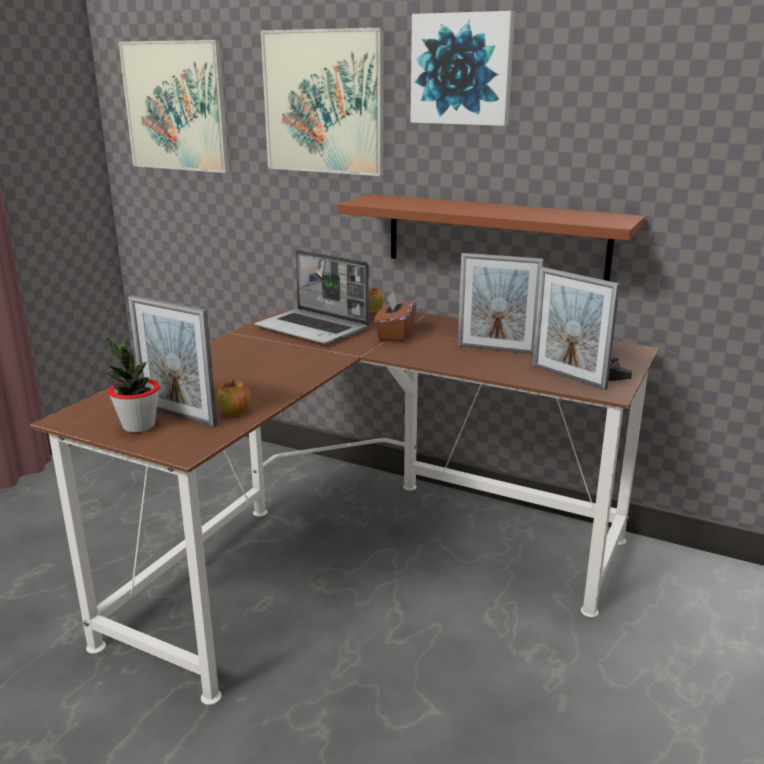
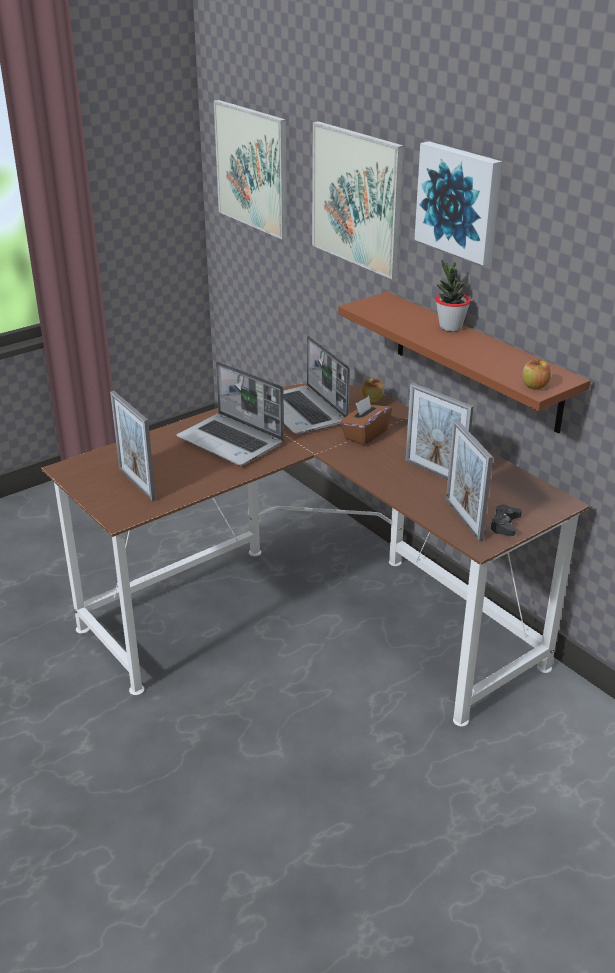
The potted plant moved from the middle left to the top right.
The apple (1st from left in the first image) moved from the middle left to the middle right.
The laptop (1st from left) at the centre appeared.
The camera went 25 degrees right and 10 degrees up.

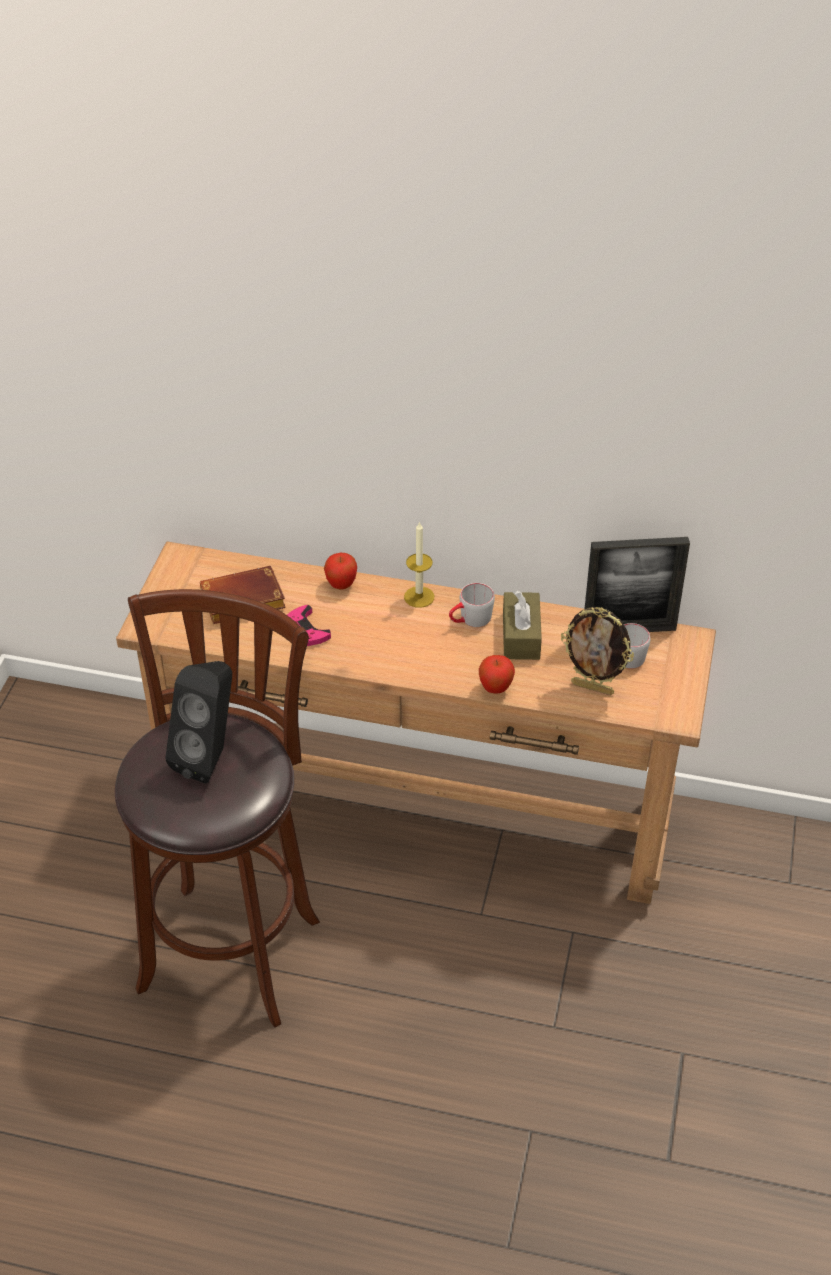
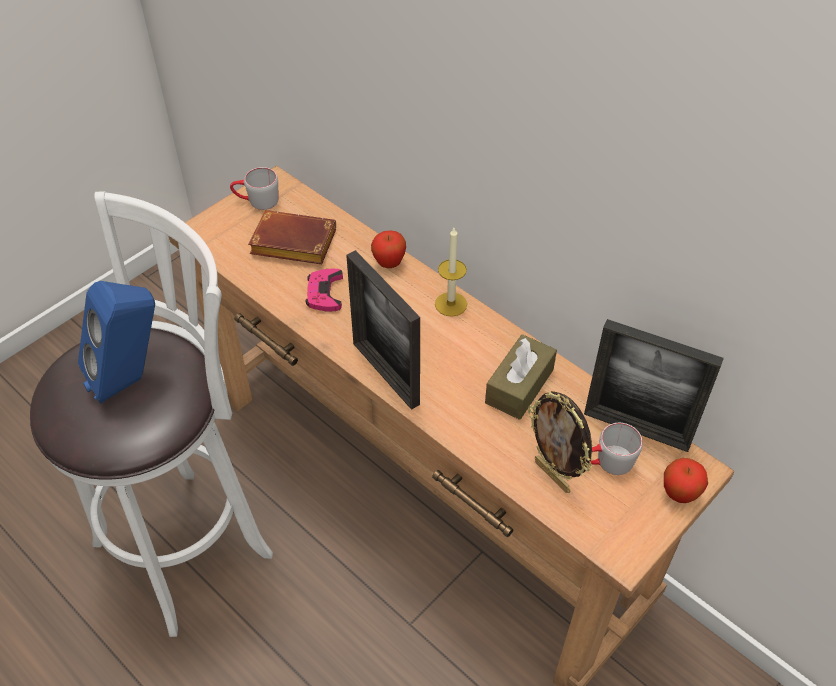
The grey mug (1st from left) moved from the centre to the top left.
The brown stool at the middle left became the white stool at the middle left.
The apple (2nd from left) moved from the centre to the bottom right.
The black speaker at the middle left became the blue speaker at the middle left.
The picture frame (1st from left) at the centre appeared.
The camera went 30 degrees right and 5 degrees up.

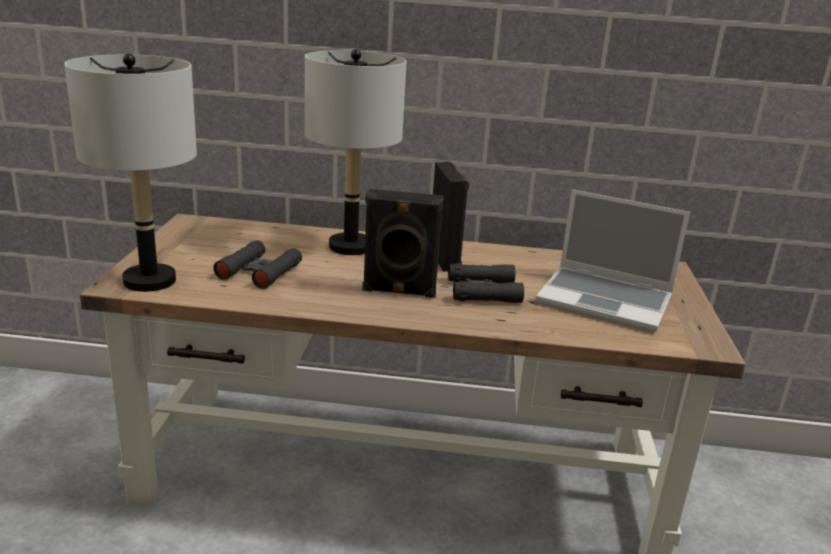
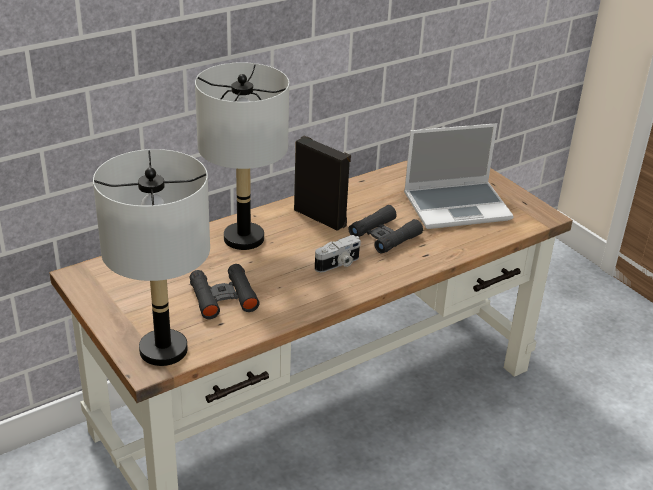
The black speaker (1st from left) at the centre was replaced by the photo camera at the centre.
The camera went 40 degrees left and 10 degrees up.

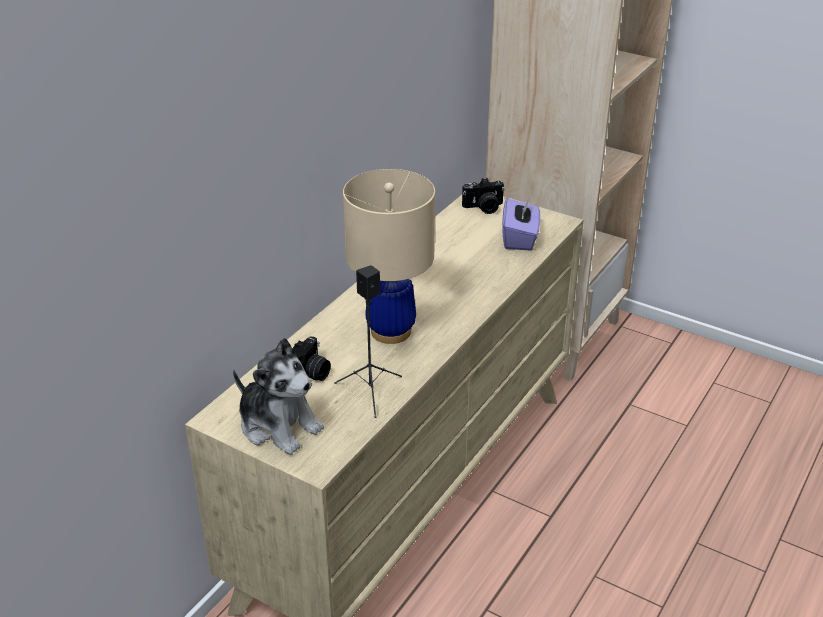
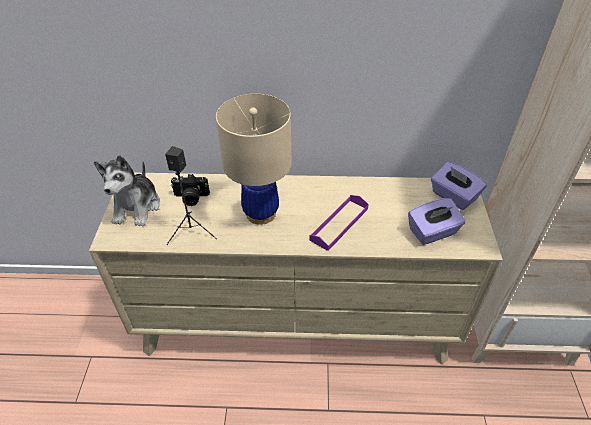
The photo camera (2nd from left) at the top centre was replaced by the purple tissue box (2nd from left) at the middle right.
The purple tray at the centre appeared.
The camera went 60 degrees right and 10 degrees up.

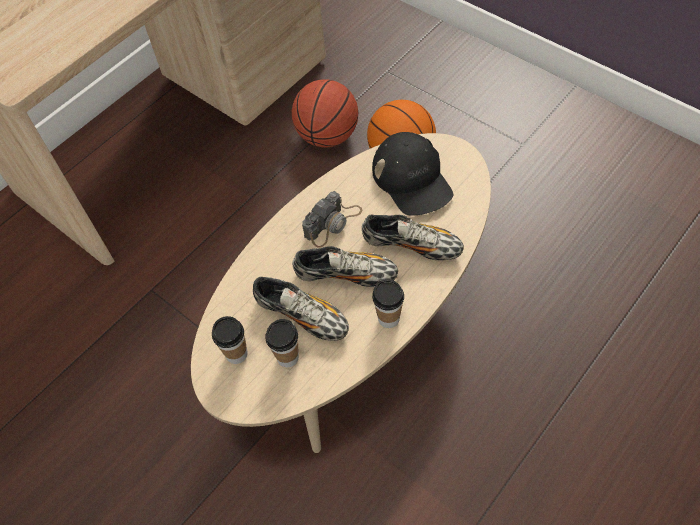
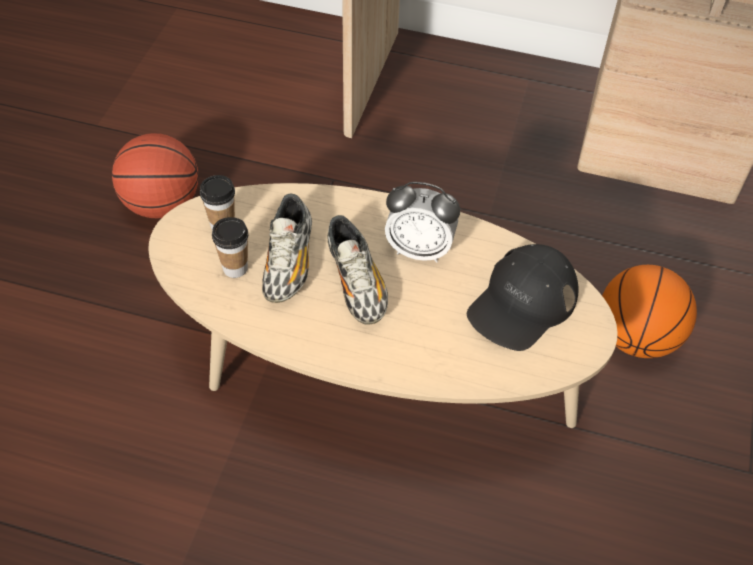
The basketball (1st from left) moved from the top centre to the top left.
The photo camera at the centre was replaced by the alarm clock at the centre.
The shoe (3rd from left) at the centre disappeared.
The cup (3rd from left) at the centre disappeared.
The camera went 60 degrees right and 5 degrees down.

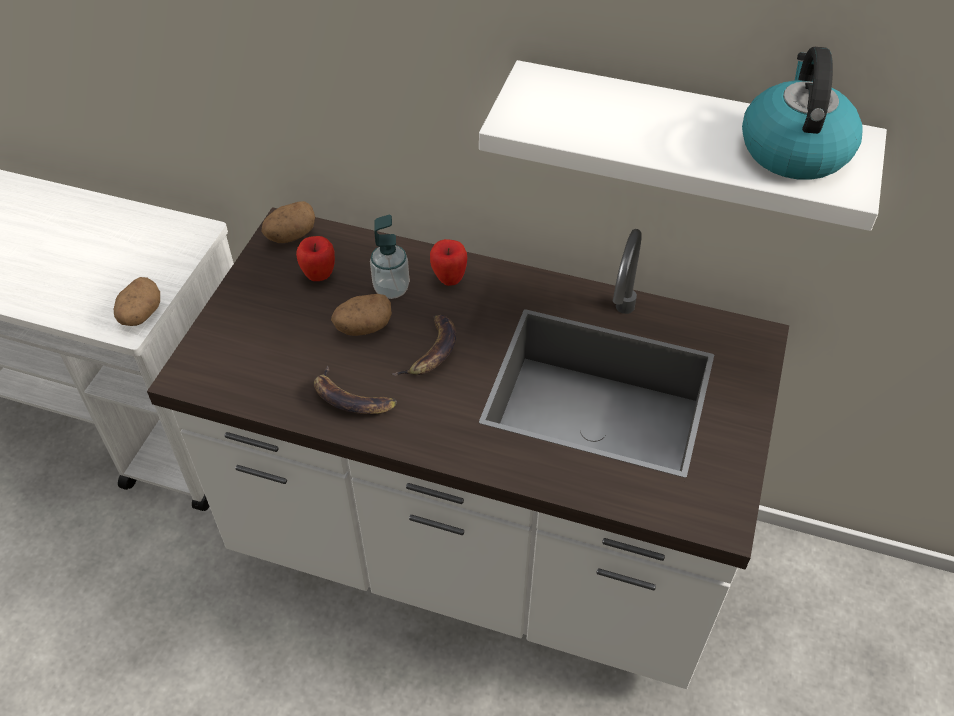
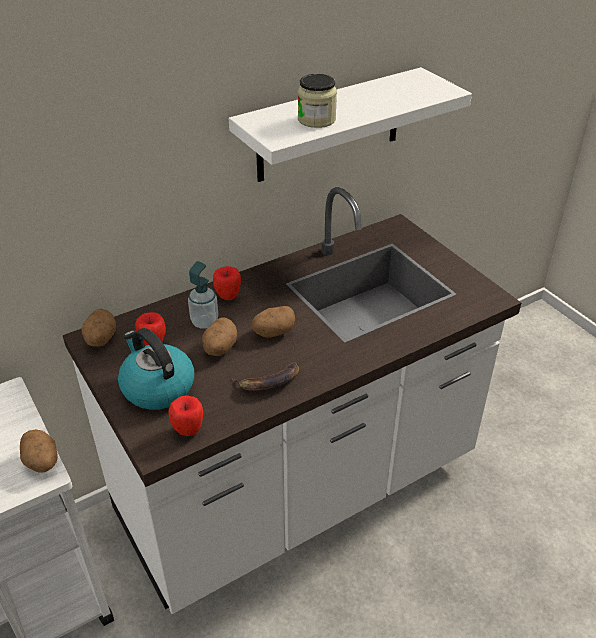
The kettle moved from the top right to the middle left.
The banana (2nd from left) at the centre was replaced by the potato (4th from left) at the centre.
The jar at the top centre appeared.
The apple (2nd from left) at the middle left appeared.
The camera went 50 degrees left and 10 degrees down.

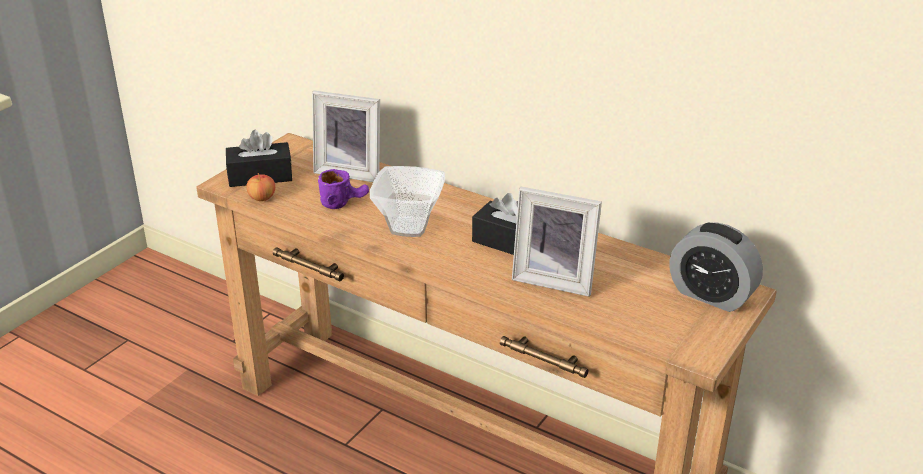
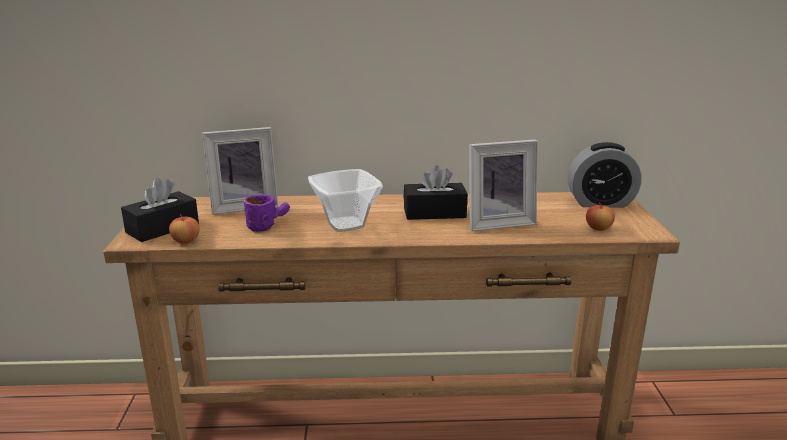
The apple (2nd from left) at the middle right appeared.
The camera went 35 degrees left and 10 degrees down.

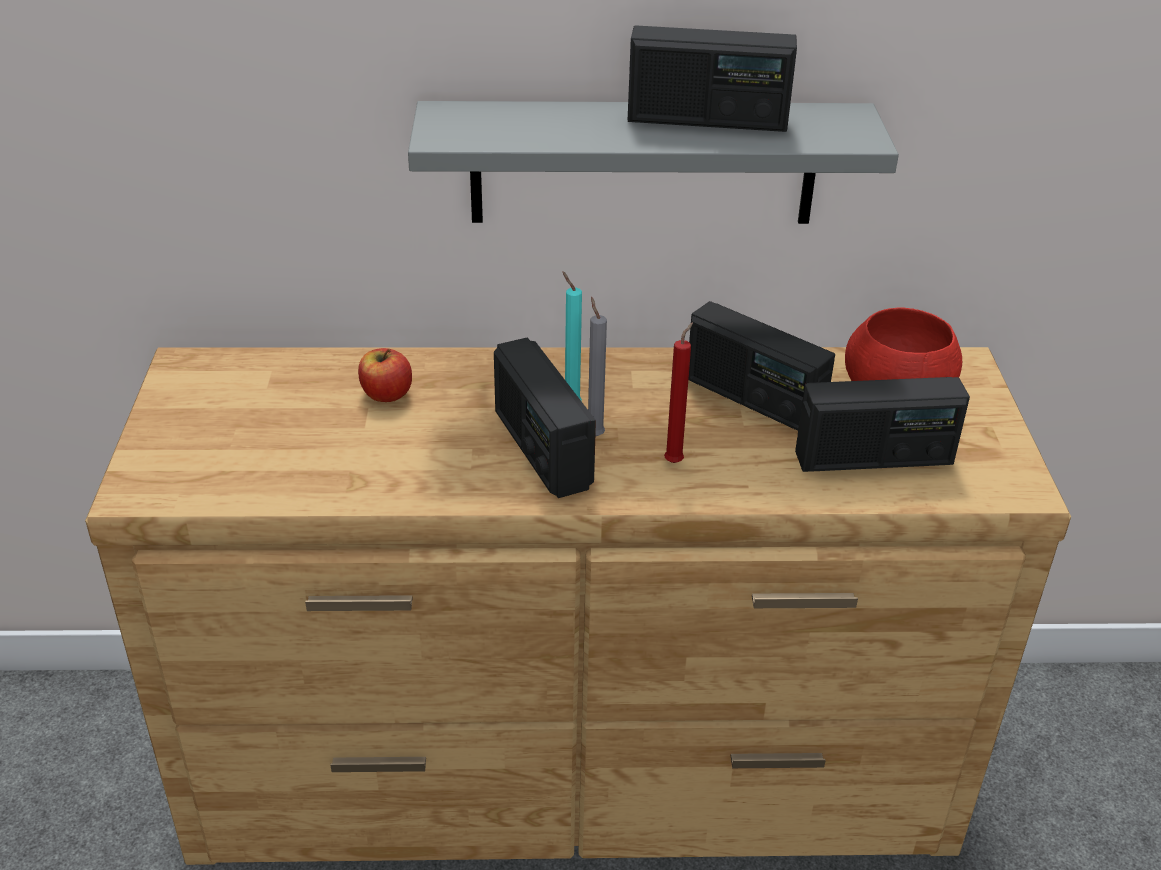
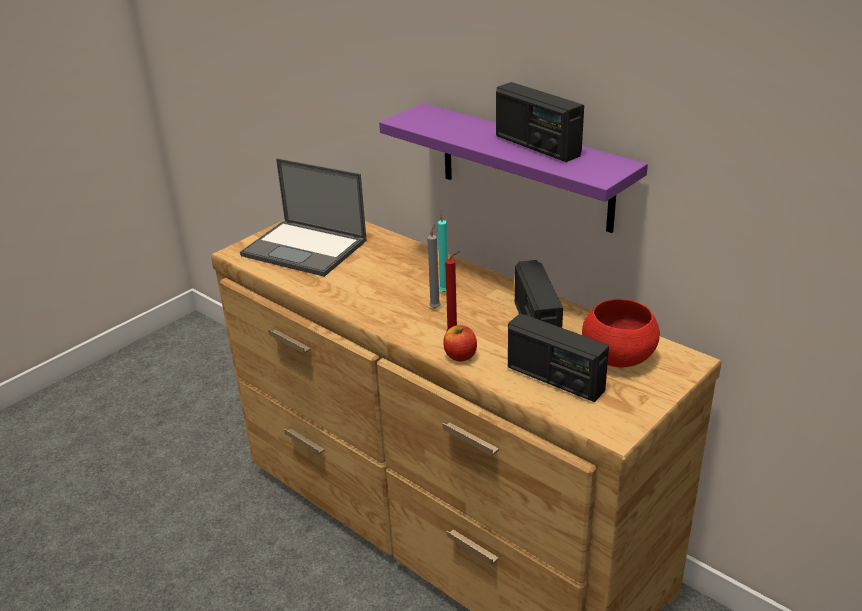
The grey shelf at the top centre became the purple shelf at the top centre.
The radio (1st from left) at the centre disappeared.
The apple moved from the middle left to the centre.
The laptop at the centre appeared.
The camera went 45 degrees right and 5 degrees down.

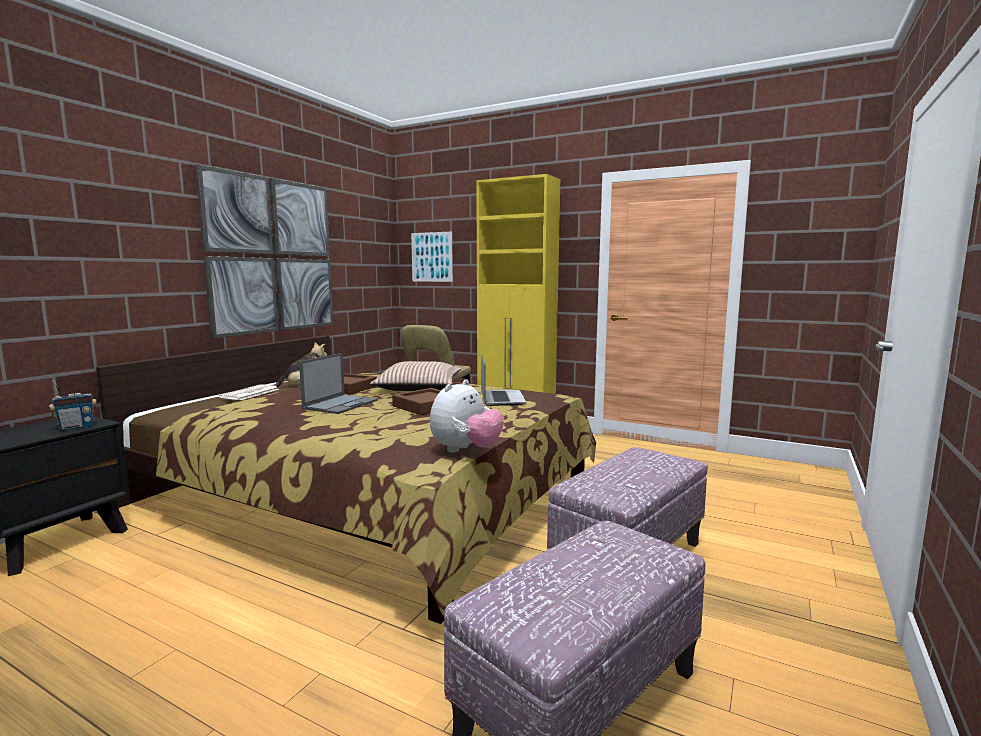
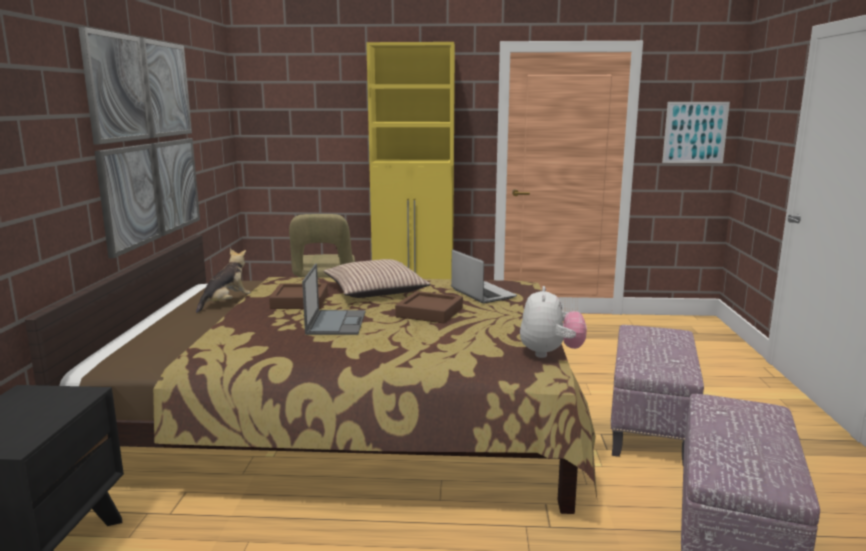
The picture (2nd from left) moved from the centre to the top right.
The radio at the middle left disappeared.
The newspaper at the middle left disappeared.
The camera went 25 degrees left and 5 degrees up.

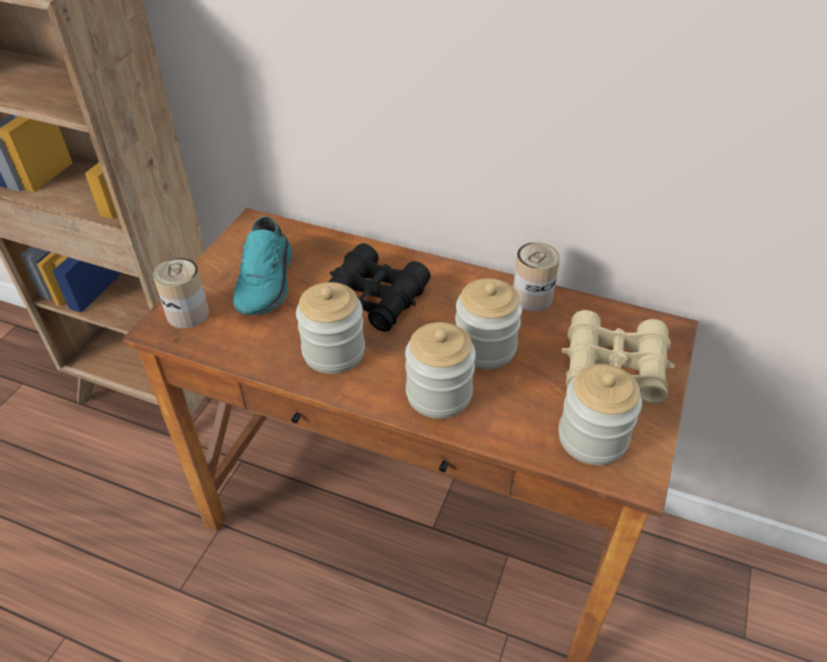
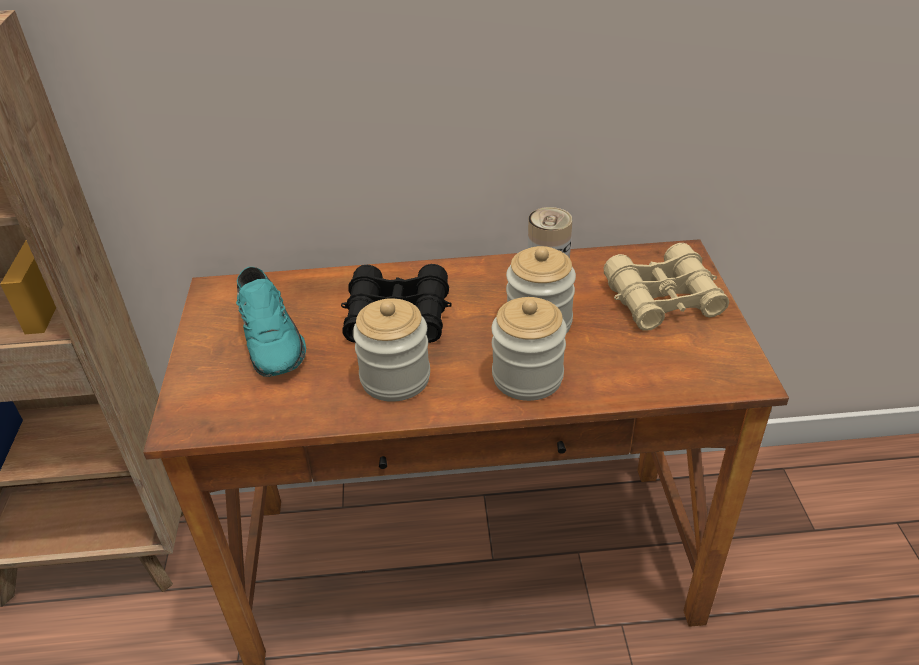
The can (1st from left) at the middle left disappeared.
The jar (4th from left) at the middle right disappeared.
The camera went 25 degrees left and 5 degrees down.

